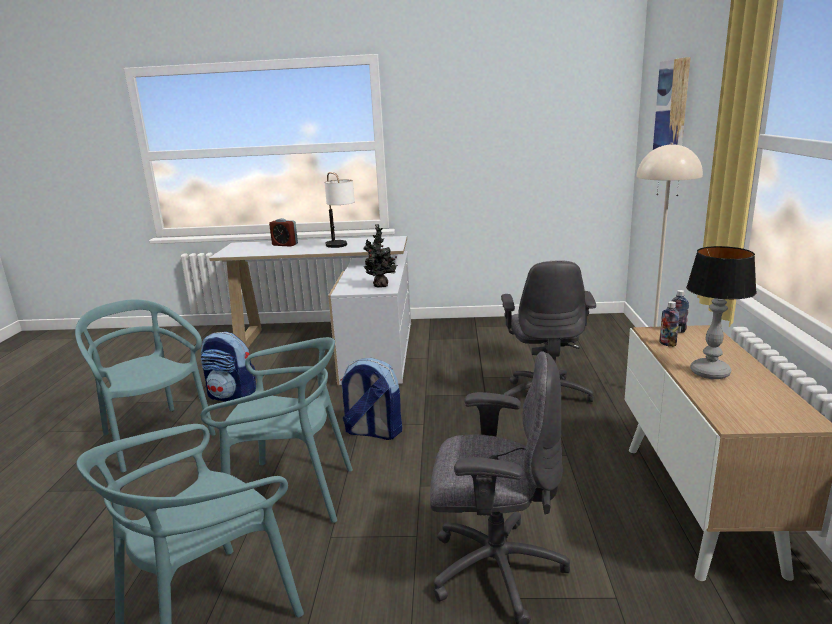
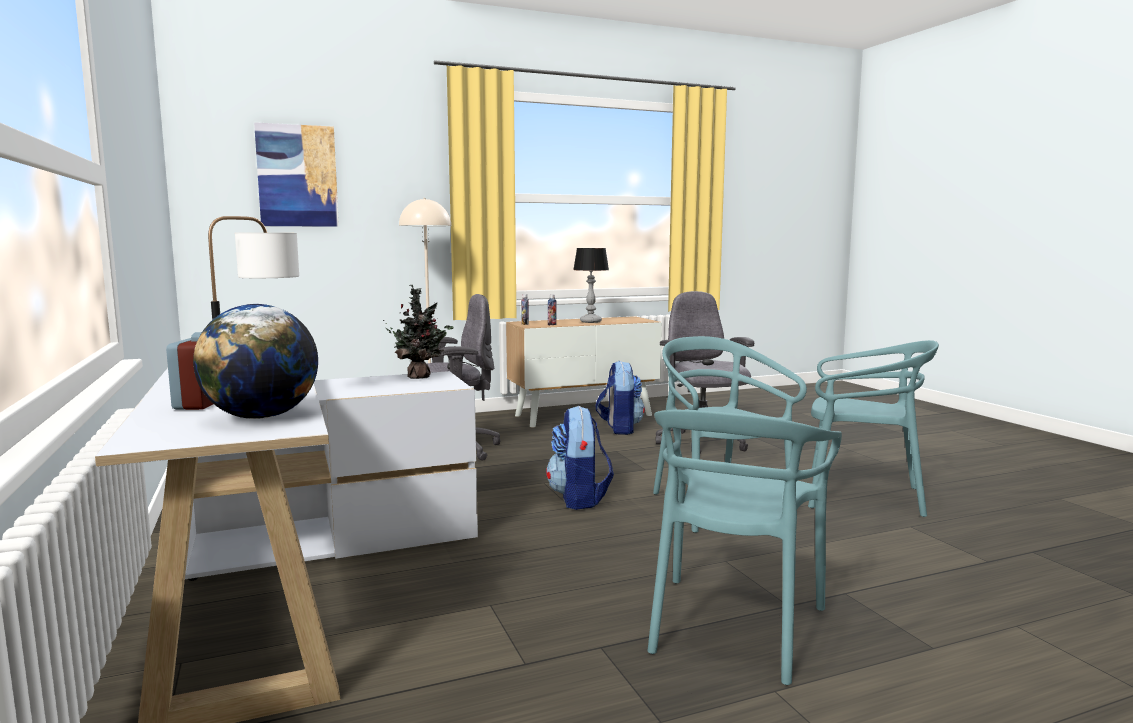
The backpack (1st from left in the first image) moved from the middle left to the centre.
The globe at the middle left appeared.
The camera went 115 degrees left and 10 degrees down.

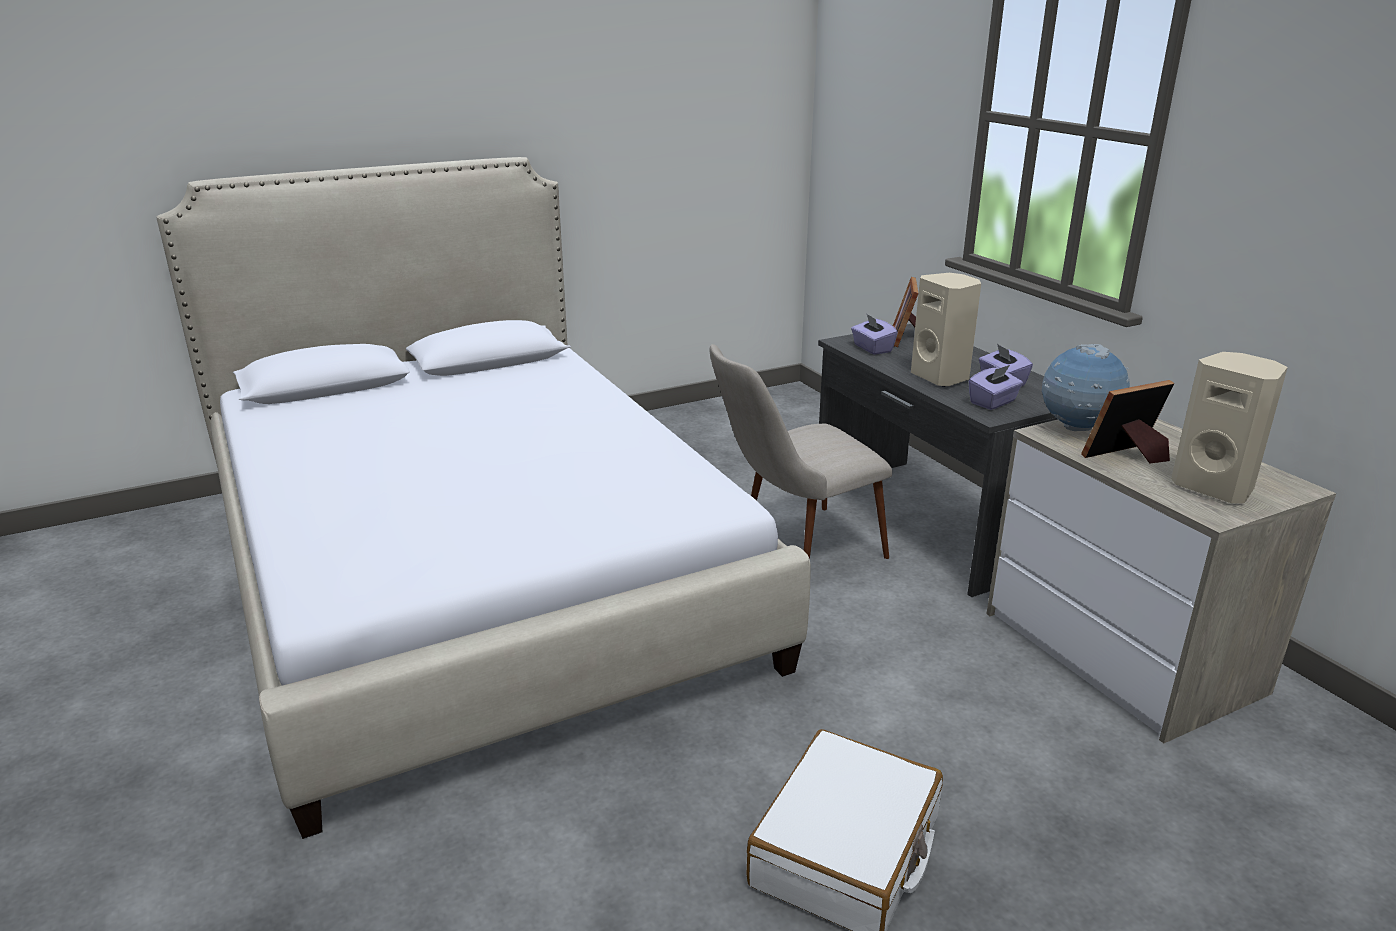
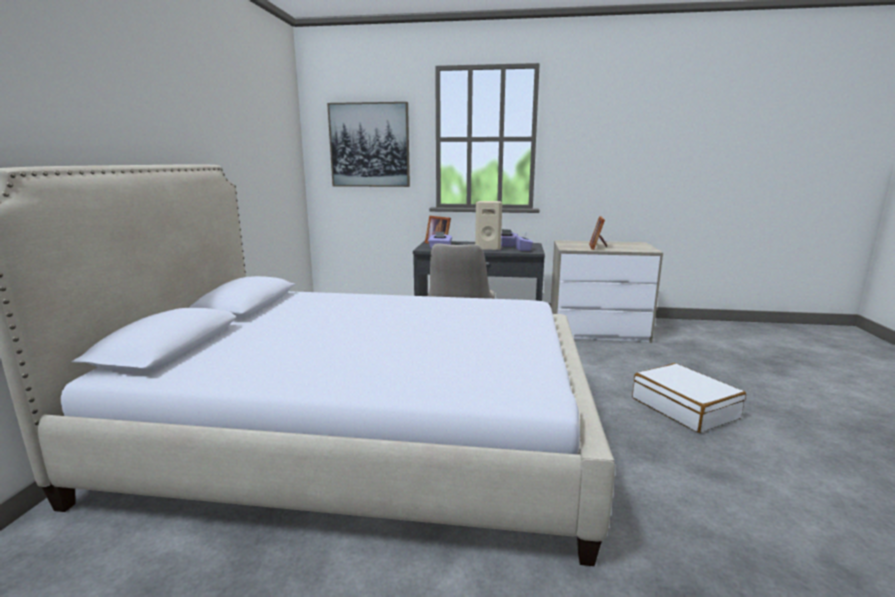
The globe at the middle right disappeared.
The beige speaker (2nd from left) at the middle right disappeared.
The picture at the top centre appeared.
The camera went 55 degrees left and 10 degrees down.

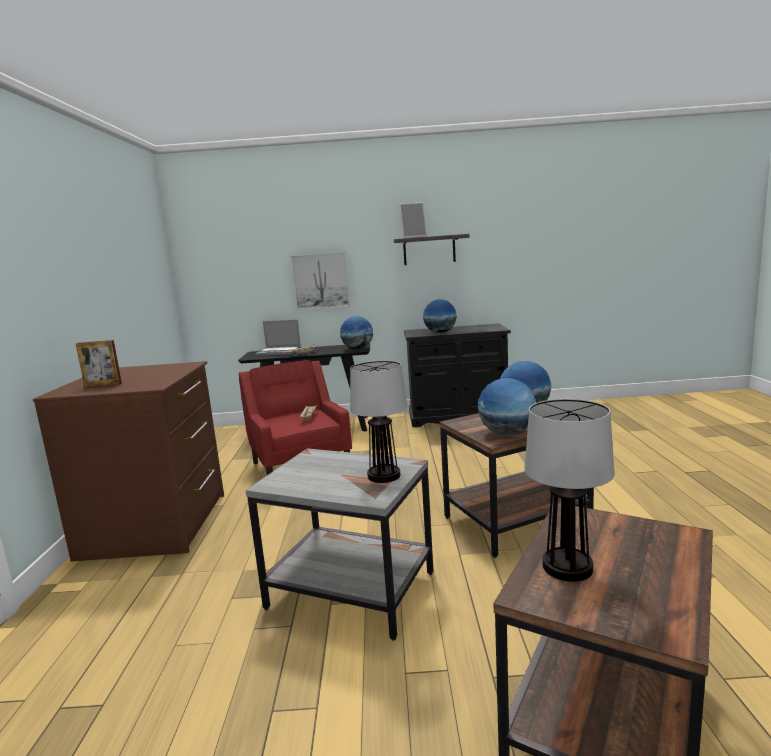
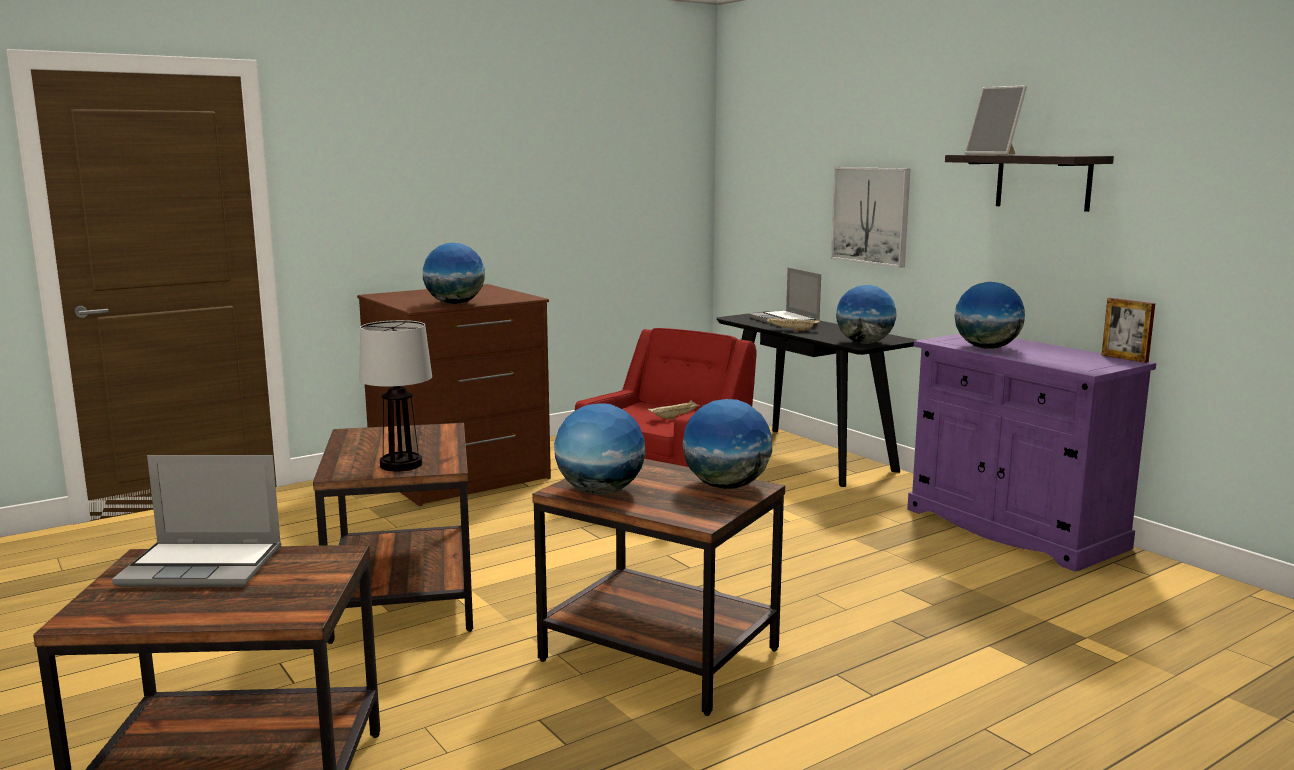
The black cabinet at the centre became the purple cabinet at the middle right.
The picture frame (1st from left in the first image) moved from the middle left to the middle right.
The table lamp (2nd from left) at the middle right was replaced by the laptop (1st from left) at the bottom left.
The grey side table at the bottom centre became the brown side table (2nd from left) at the bottom left.
The globe (1st from left) at the centre appeared.
The camera went 55 degrees right and 0 degrees up.

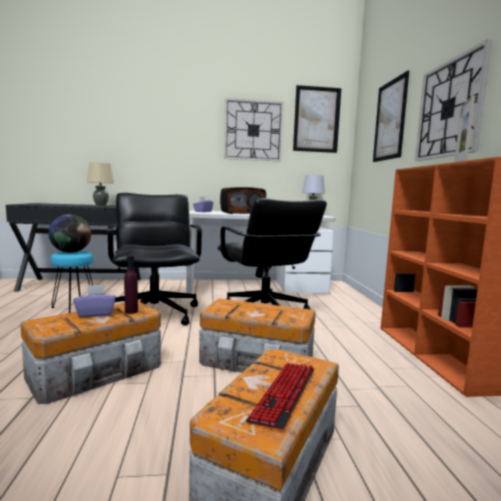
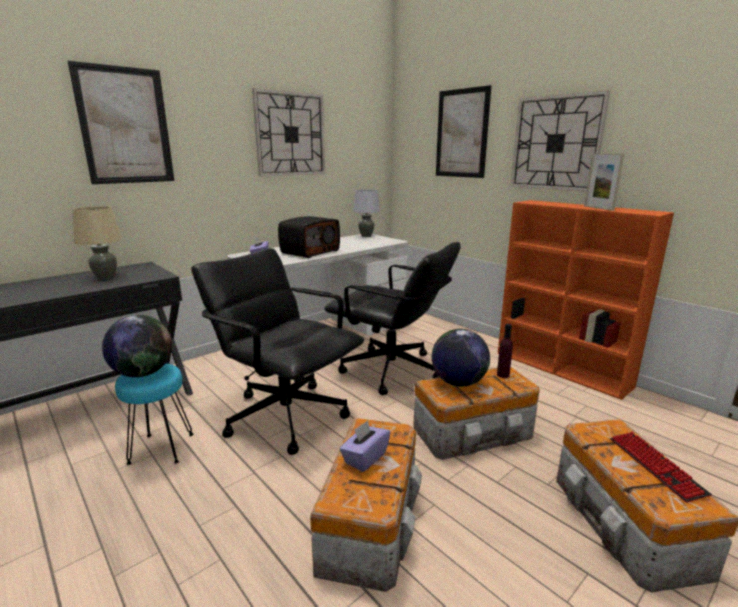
The picture (1st from left) moved from the top centre to the top left.
The purple bottle moved from the middle left to the middle right.
The globe (2nd from left) at the centre appeared.
The camera went 35 degrees left and 10 degrees up.

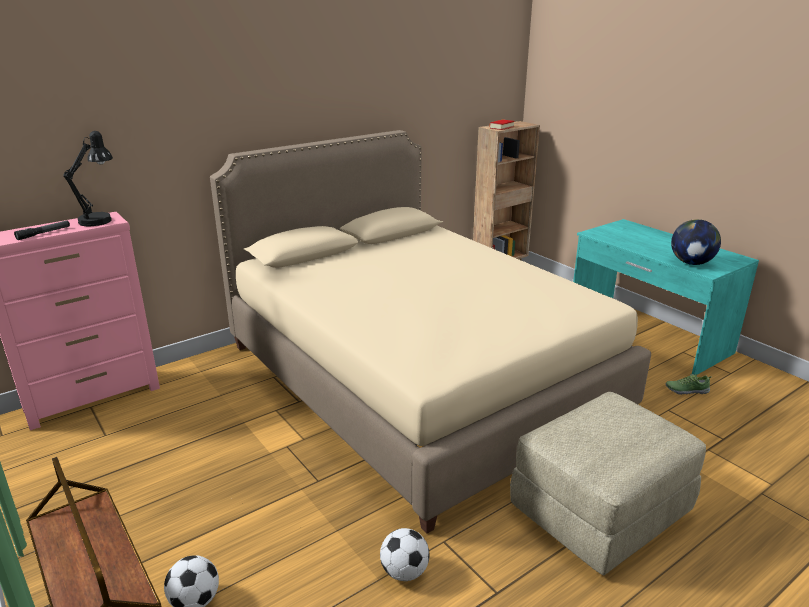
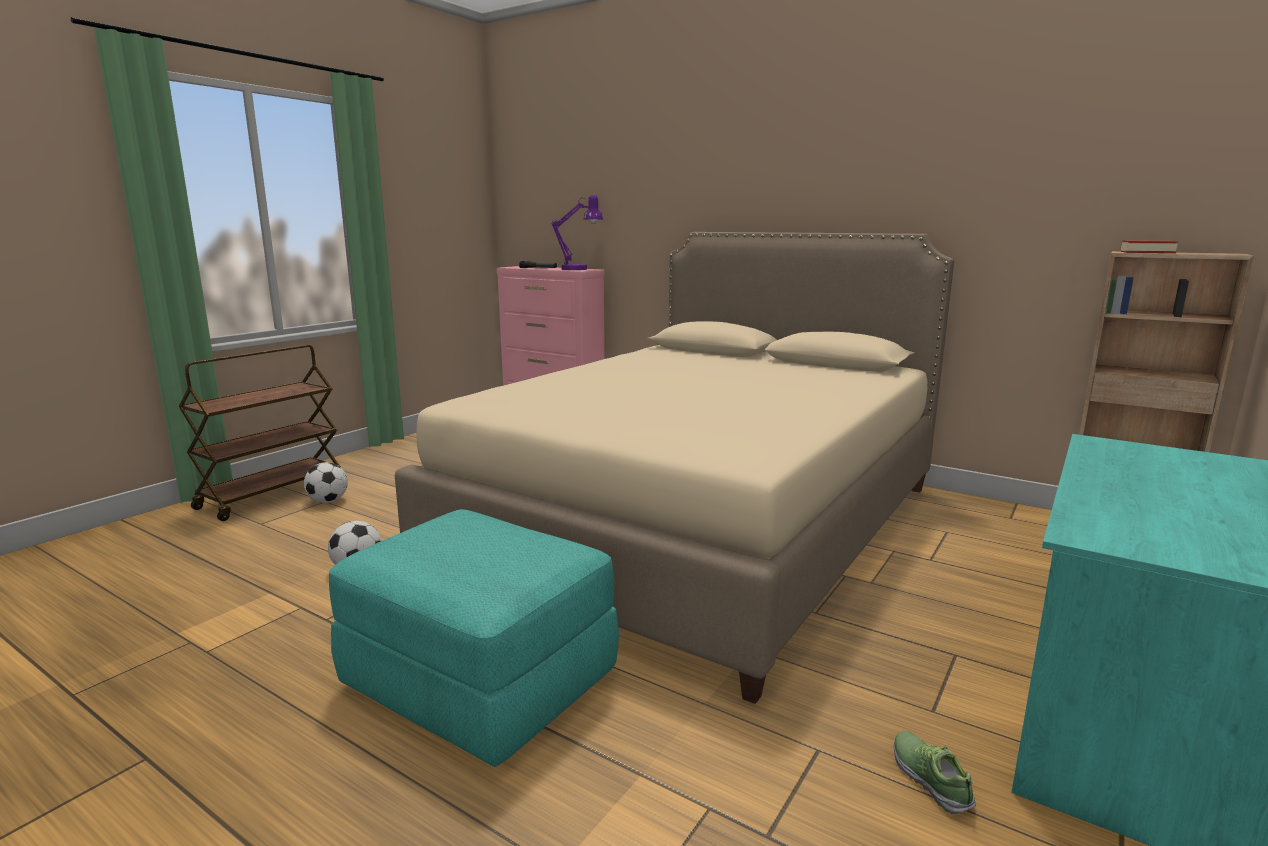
The black table lamp at the top left became the purple table lamp at the top centre.
The globe at the middle right disappeared.
The beige ottoman at the bottom right became the turquoise ottoman at the bottom centre.
The camera went 70 degrees right and 10 degrees down.

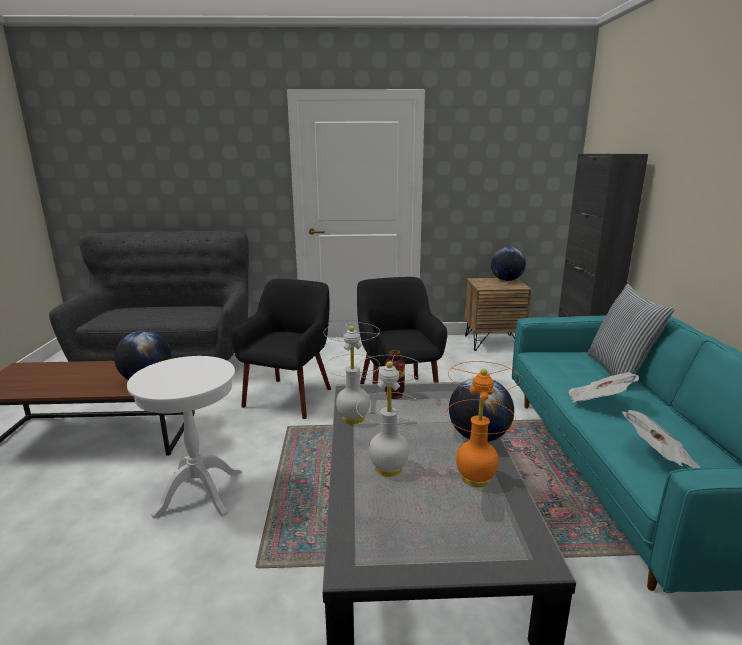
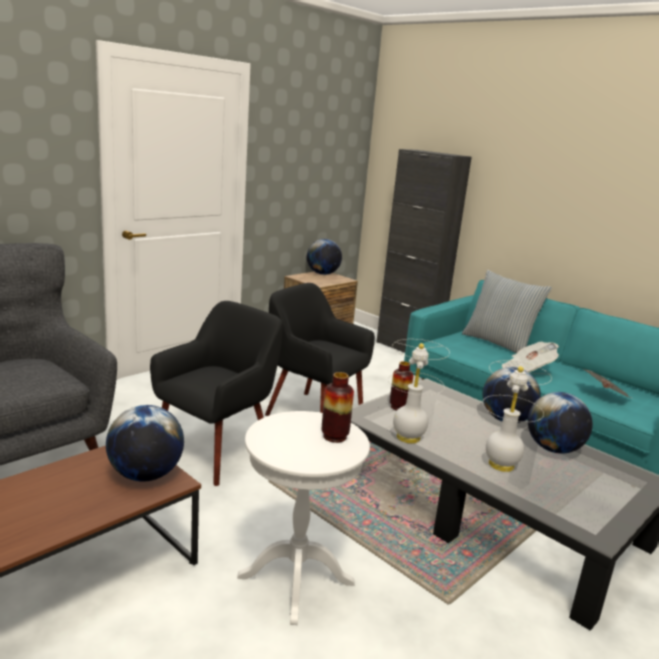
The black armchair (1st from left) at the centre turned 60 degrees clockwise.
The orange table lamp at the centre was replaced by the globe (4th from left) at the middle right.
The vase (1st from left) at the centre appeared.
The camera went 45 degrees left and 0 degrees up.

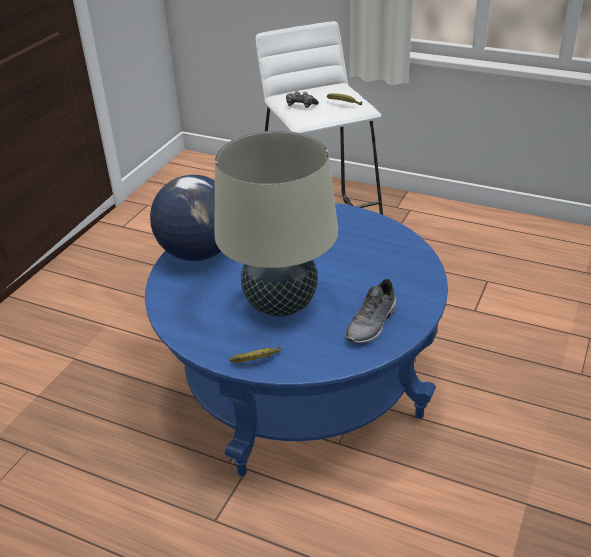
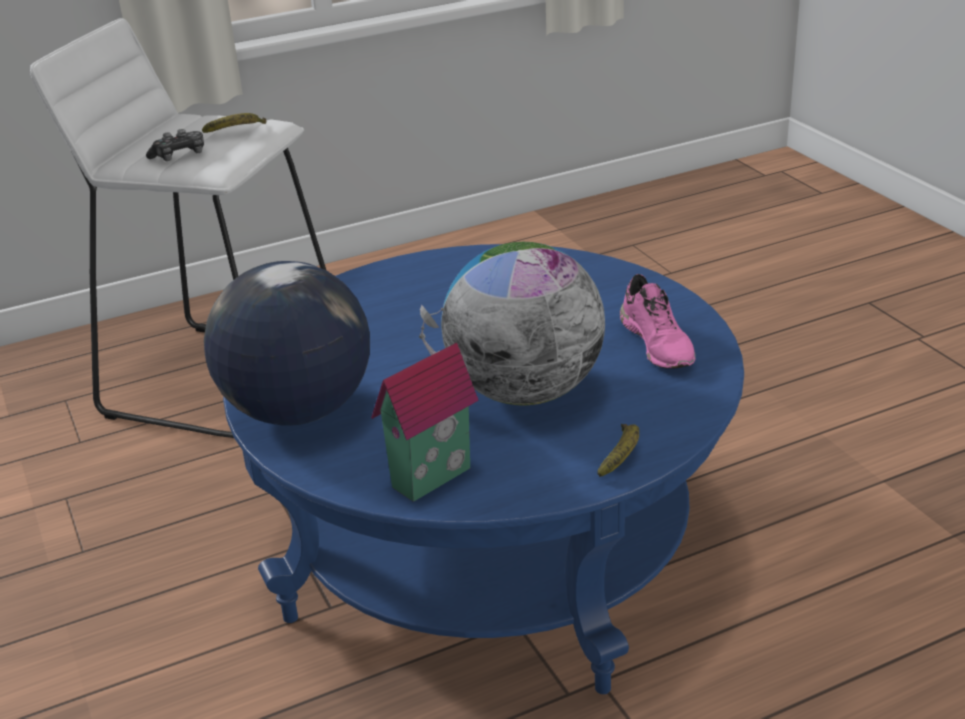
The beige table lamp at the centre was replaced by the globe (2nd from left) at the centre.
The grey shoe at the centre became the pink shoe at the middle right.
The toy house at the centre appeared.
The camera went 50 degrees left and 5 degrees down.

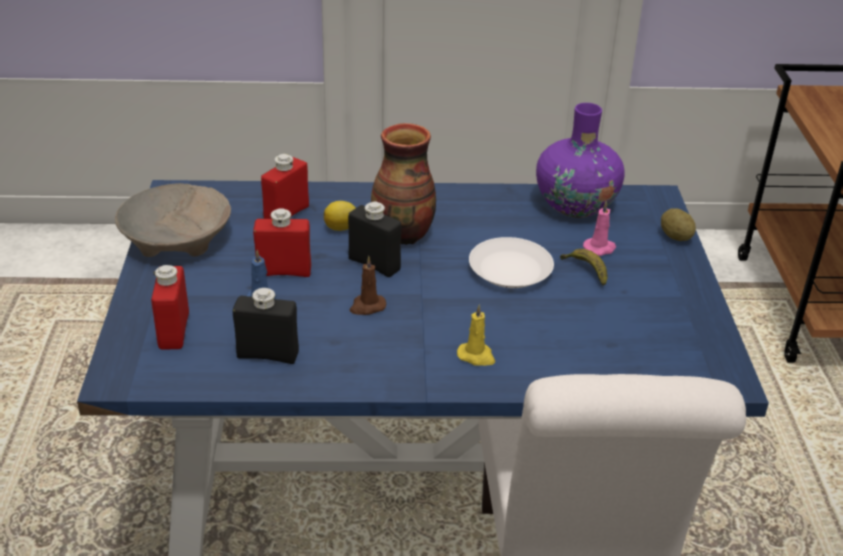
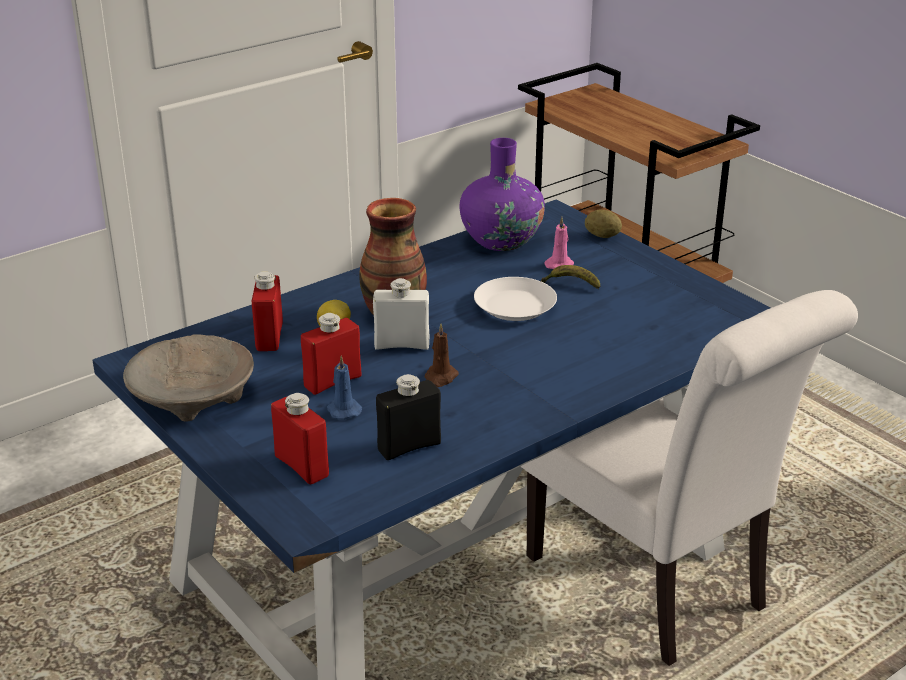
The black bottle (2nd from left) at the centre became the white bottle at the centre.
The yellow candle at the centre disappeared.
The camera went 35 degrees left and 5 degrees down.

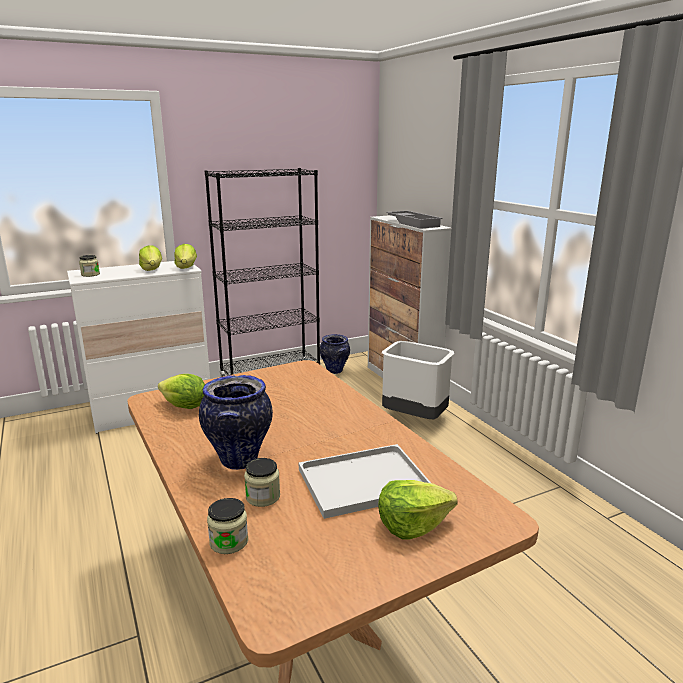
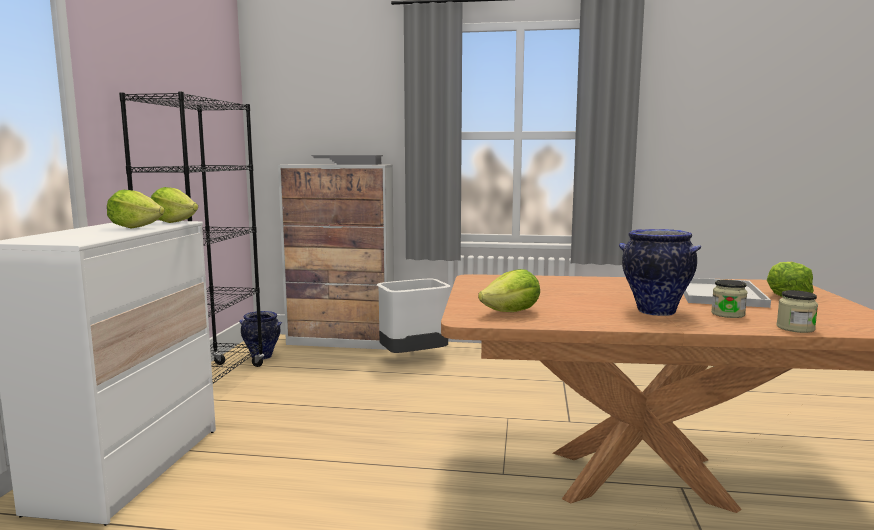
The jar (1st from left) at the middle left disappeared.
The camera went 55 degrees left and 10 degrees down.

